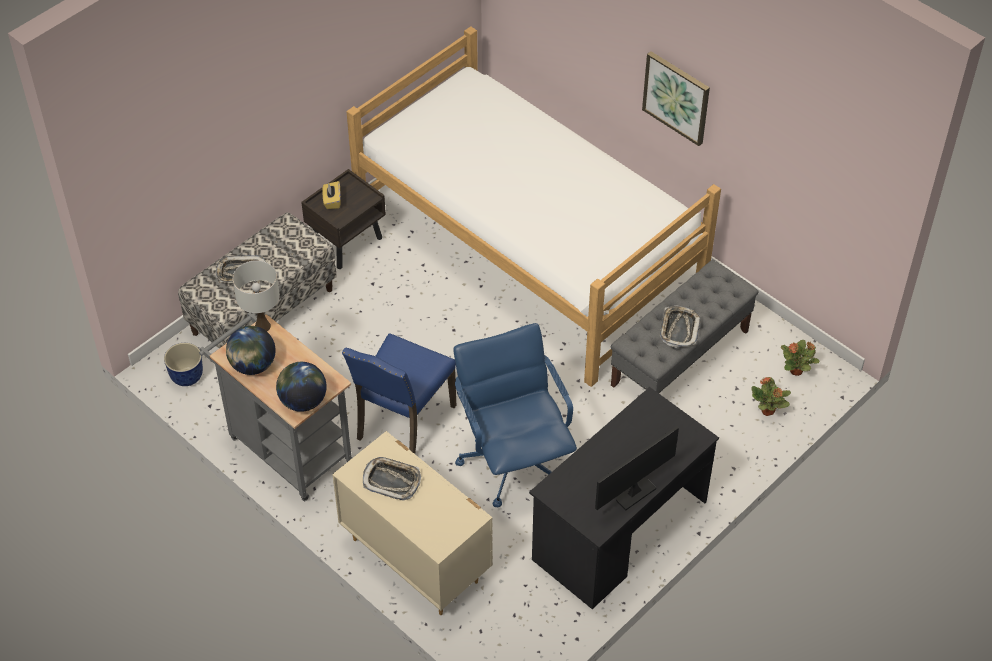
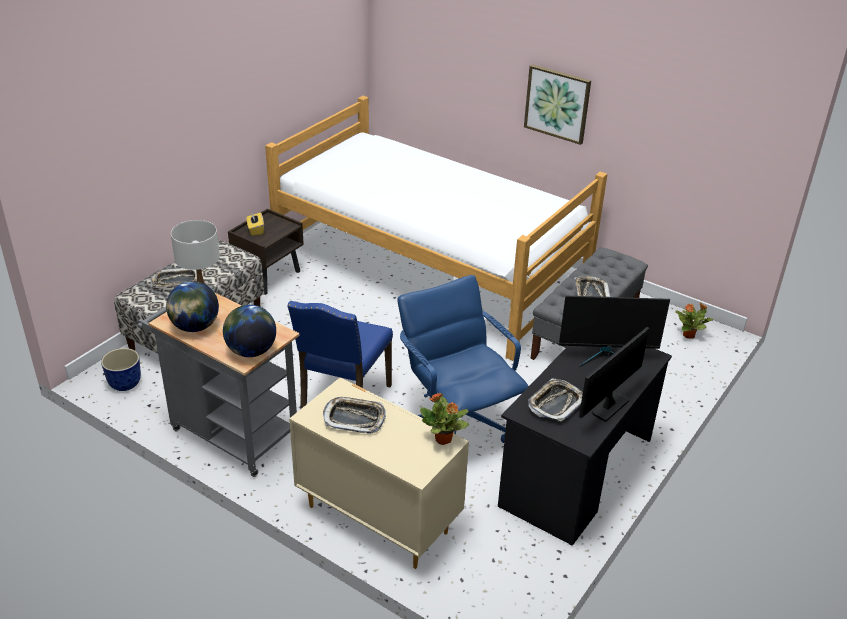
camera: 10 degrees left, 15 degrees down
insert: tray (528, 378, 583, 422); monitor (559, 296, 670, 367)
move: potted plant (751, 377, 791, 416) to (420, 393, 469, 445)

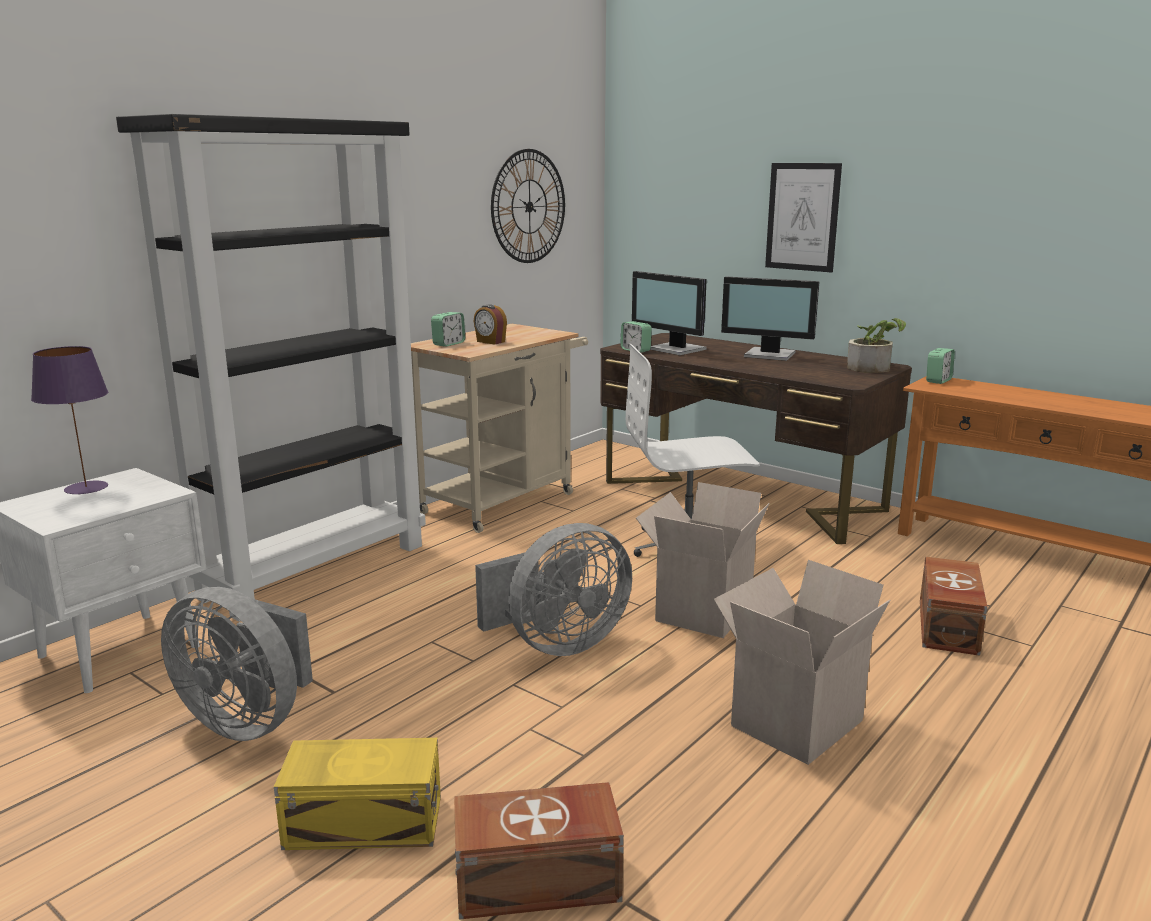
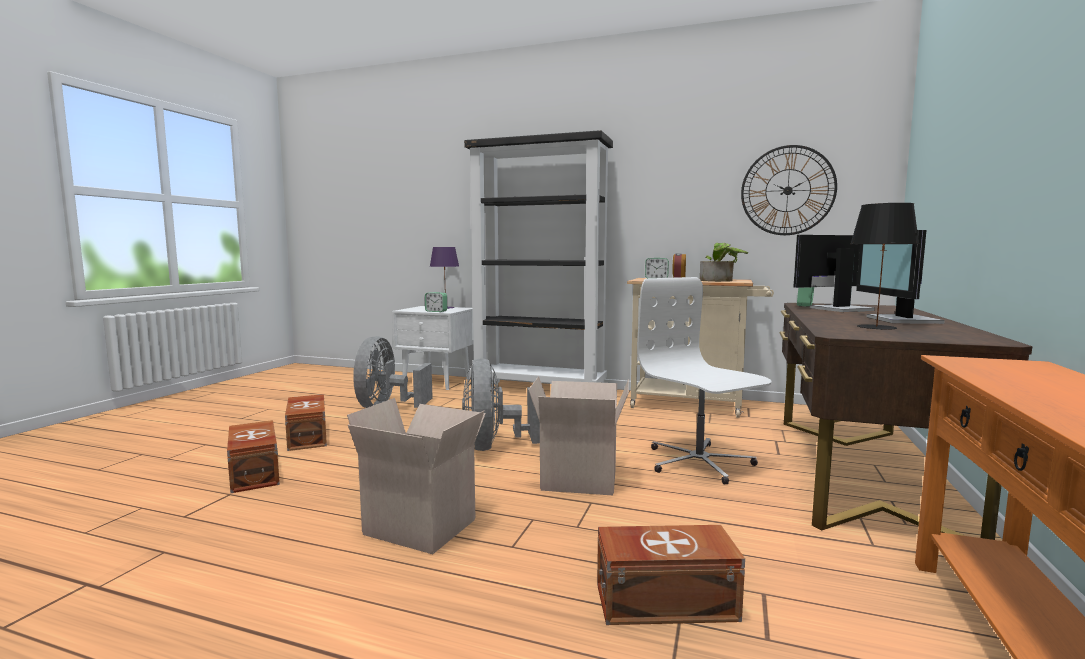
camera: 70 degrees right, 10 degrees down
delete: picture (765, 163, 842, 273)
insert: table lamp (black) (850, 203, 919, 330)
move: potted plant (847, 318, 906, 373) to (700, 243, 748, 282); alarm clock (926, 348, 955, 384) to (425, 292, 447, 312)
recolor: storage box (yellow) (274, 738, 441, 850) to storage box (brown) (285, 394, 327, 451)
rotate: fan (grey) (475, 523, 632, 656) = (462, 358, 540, 451) 45 degrees clockwise; monitor (632, 271, 707, 355) = (793, 235, 875, 312) 45 degrees clockwise

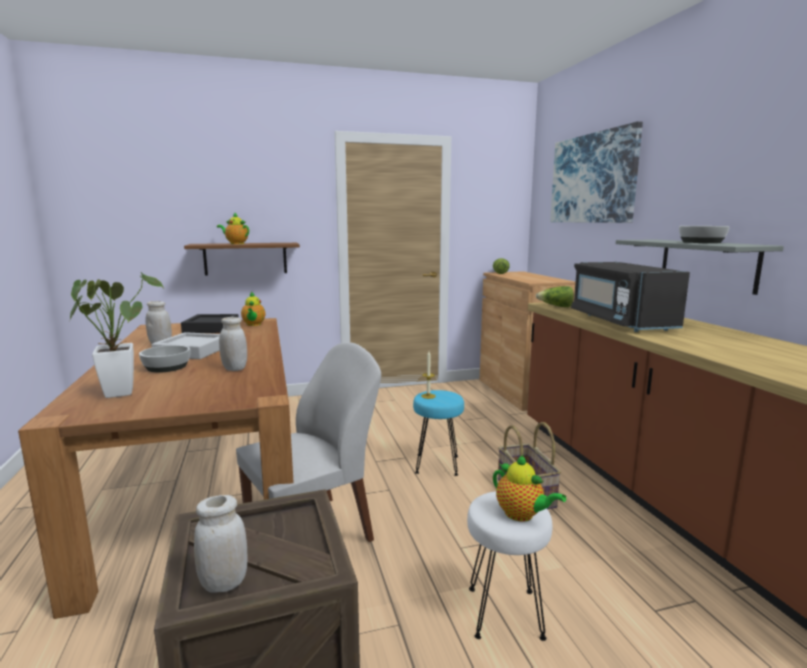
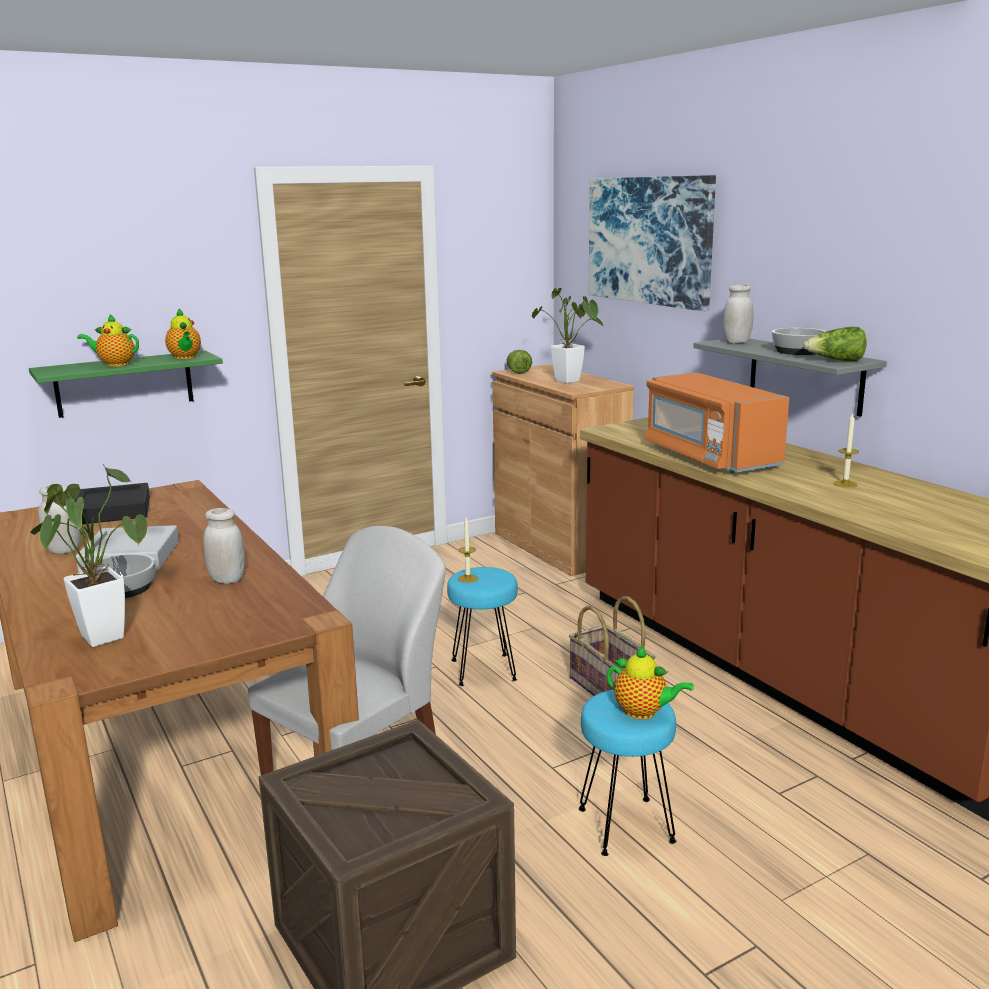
camera: 15 degrees left, 5 degrees up
insert: potted plant (532, 288, 604, 384); candle (834, 413, 859, 488)
move: jar (white) (194, 495, 247, 592) to (723, 284, 753, 343); teapot (241, 291, 265, 326) to (165, 308, 201, 359); lettuce (536, 286, 574, 307) to (803, 327, 867, 361)
recolor: shelf (brown) (184, 243, 300, 275) to shelf (green) (29, 351, 223, 418); stool (white) (467, 491, 552, 641) to stool (turquoise) (579, 690, 676, 856); microwave (black) (571, 262, 690, 332) to microwave (orange) (645, 372, 789, 473)

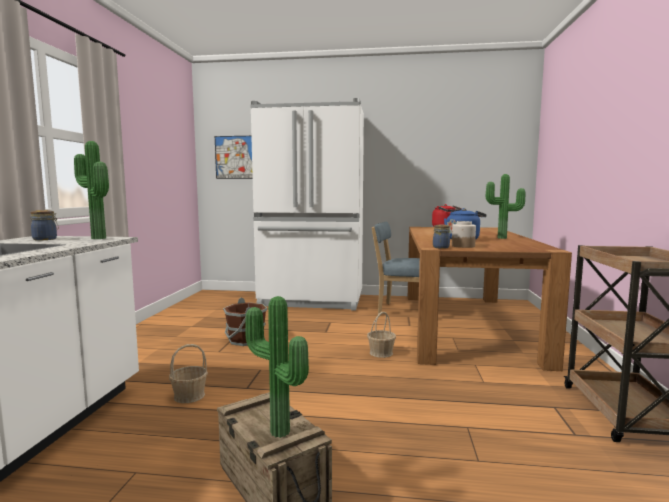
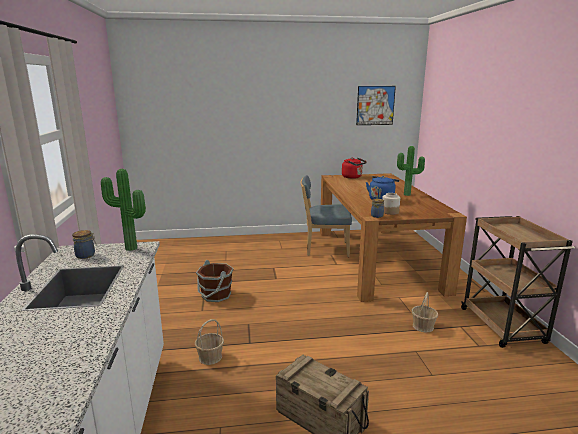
camera: 15 degrees left, 10 degrees up
delete: potted plant (246, 296, 309, 438); fridge (white) (250, 98, 364, 311)
move: picture (215, 136, 253, 179) to (356, 86, 396, 125); basket (367, 312, 396, 358) to (412, 292, 438, 333)

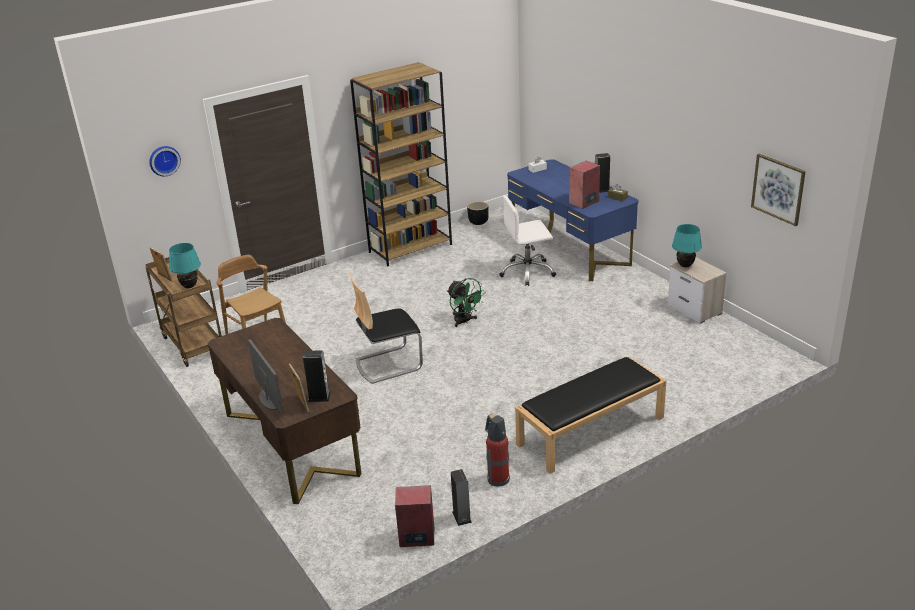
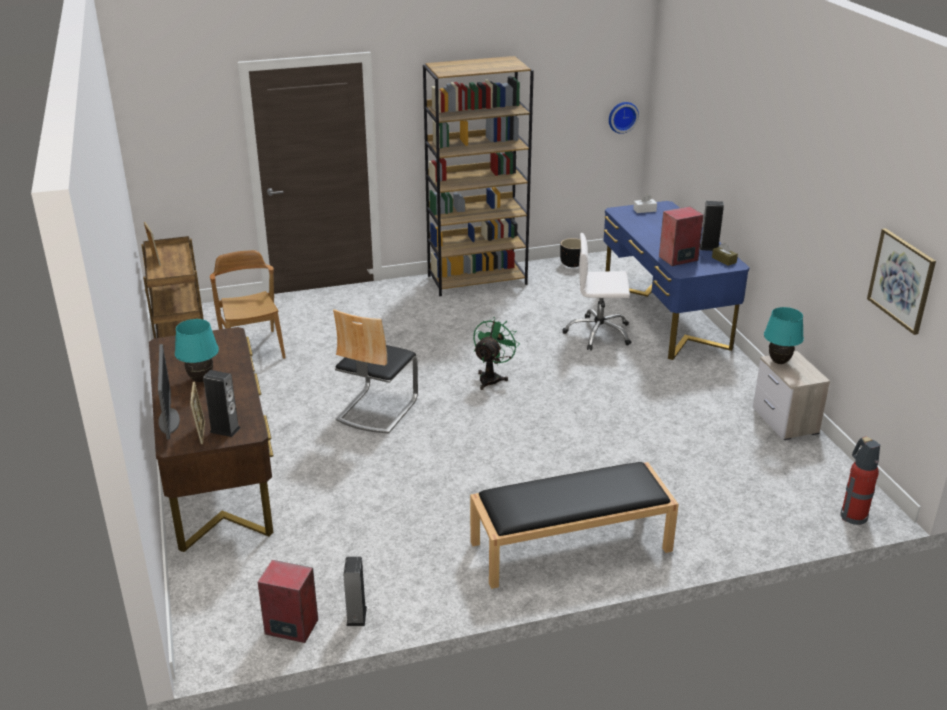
camera: 15 degrees right, 0 degrees up
move: wall clock (149, 146, 181, 176) to (609, 102, 639, 134); table lamp (turquoise) (169, 243, 201, 288) to (175, 319, 219, 382); fire extinguisher (485, 414, 510, 487) to (840, 436, 880, 525)
rotate: chair (349, 273, 423, 384) = (333, 309, 418, 433) 60 degrees counterclockwise; fan (green) (447, 278, 485, 327) = (473, 317, 520, 390) 135 degrees counterclockwise

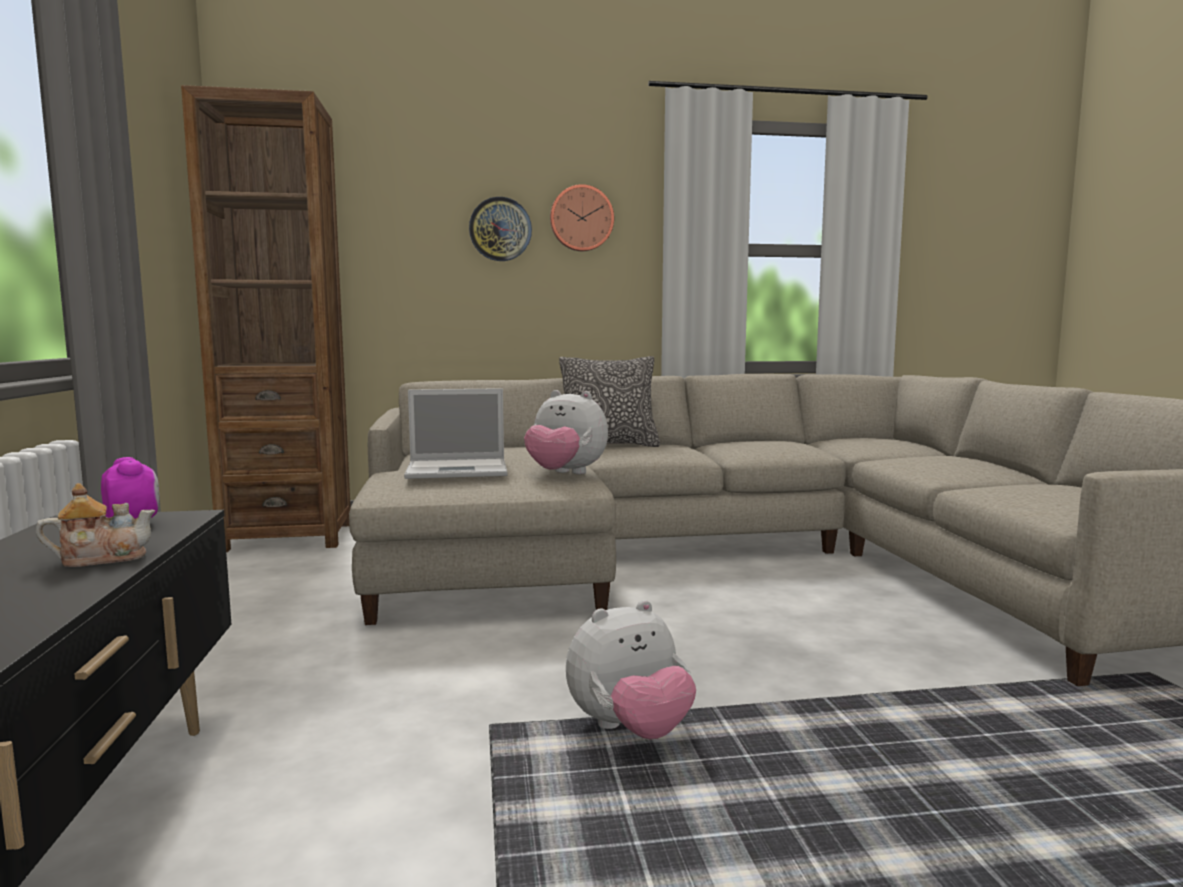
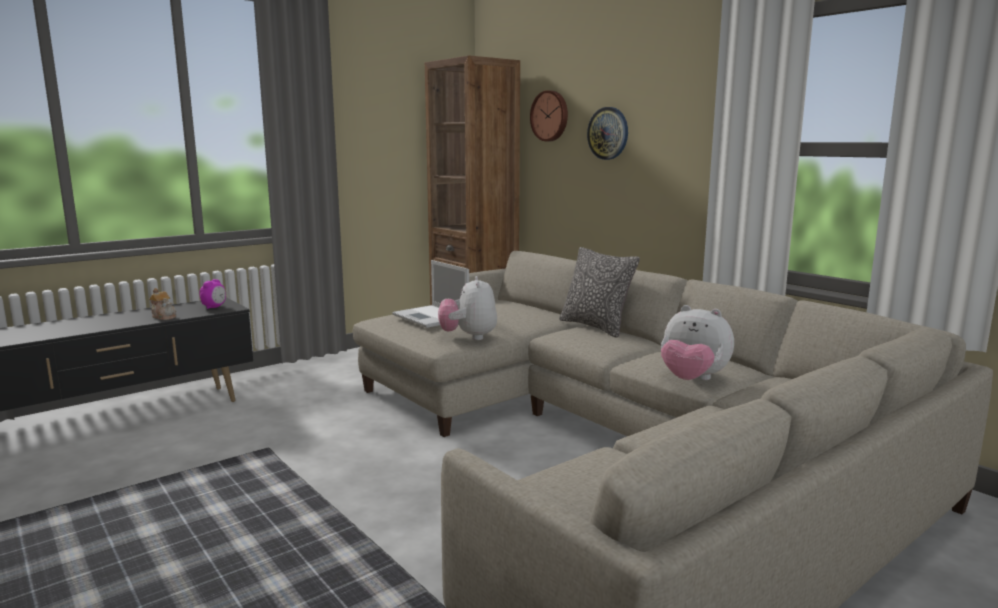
camera: 60 degrees right, 5 degrees up
move: wall clock (550, 184, 614, 251) to (530, 90, 568, 141); plush toy (566, 600, 696, 740) to (661, 305, 734, 380)

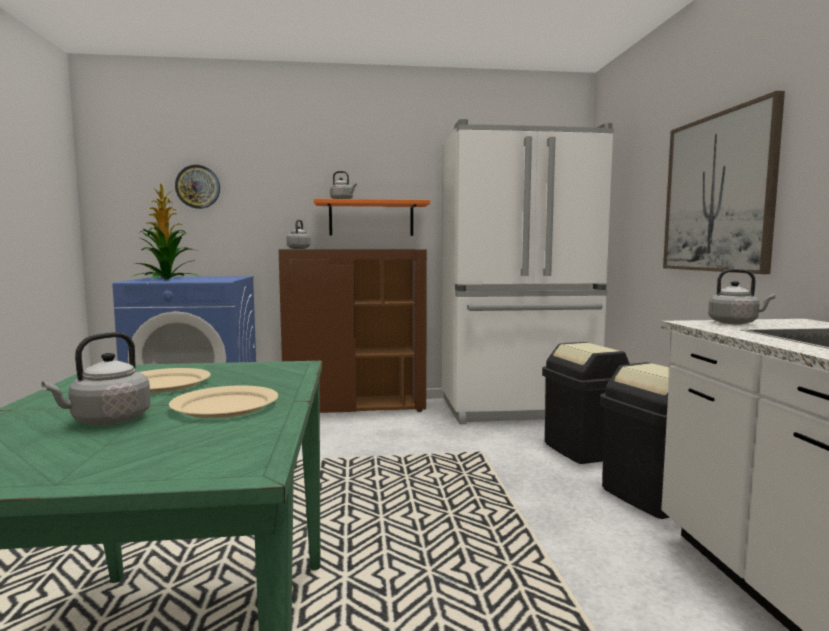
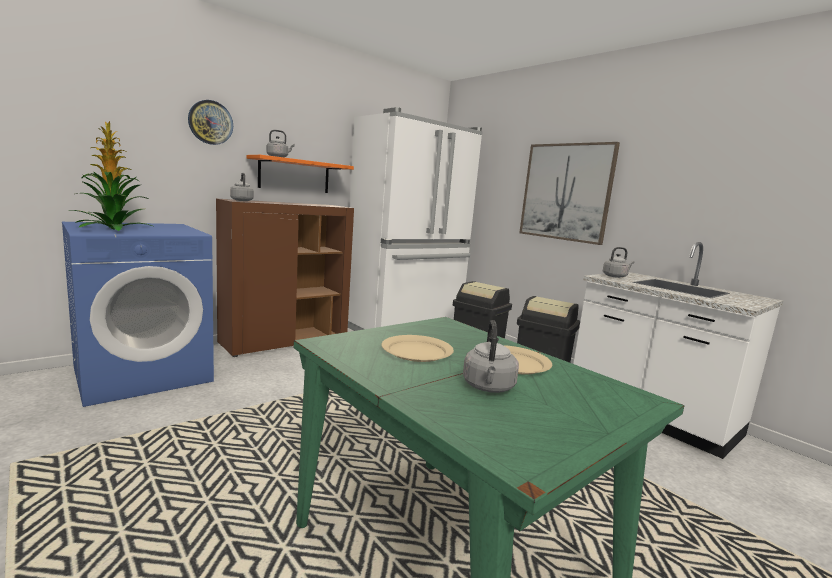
camera: 35 degrees left, 5 degrees up
move: wall clock (175, 165, 220, 209) to (188, 100, 233, 145)

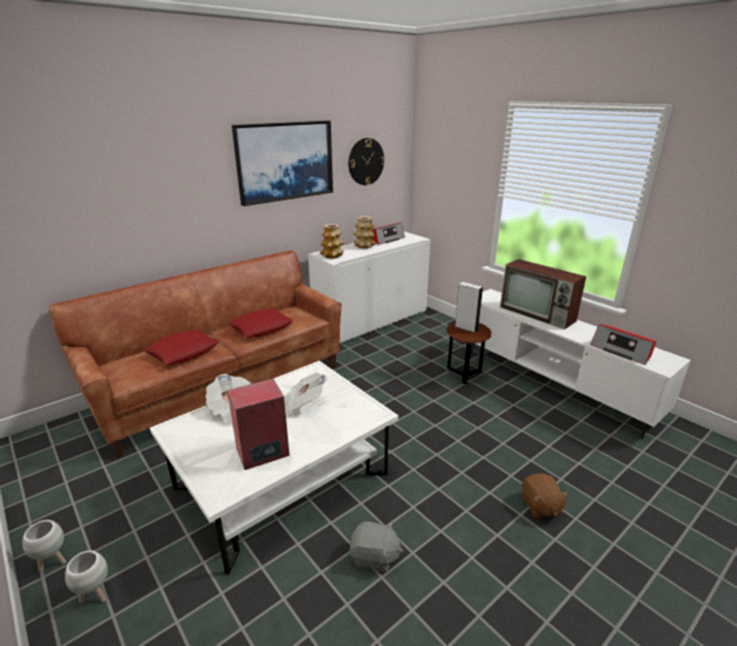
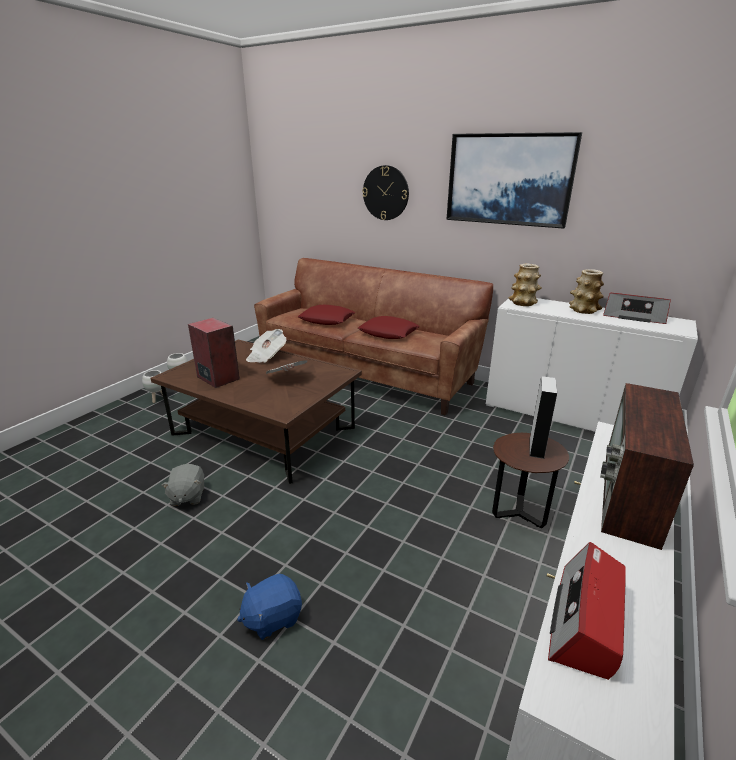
camera: 70 degrees right, 0 degrees up
move: wall clock (348, 138, 385, 185) to (362, 165, 409, 220)
recolor: coffee table (white) (150, 361, 398, 574) to coffee table (brown) (150, 340, 362, 484); plush toy (brown) (522, 473, 569, 518) to plush toy (blue) (237, 574, 302, 640)

